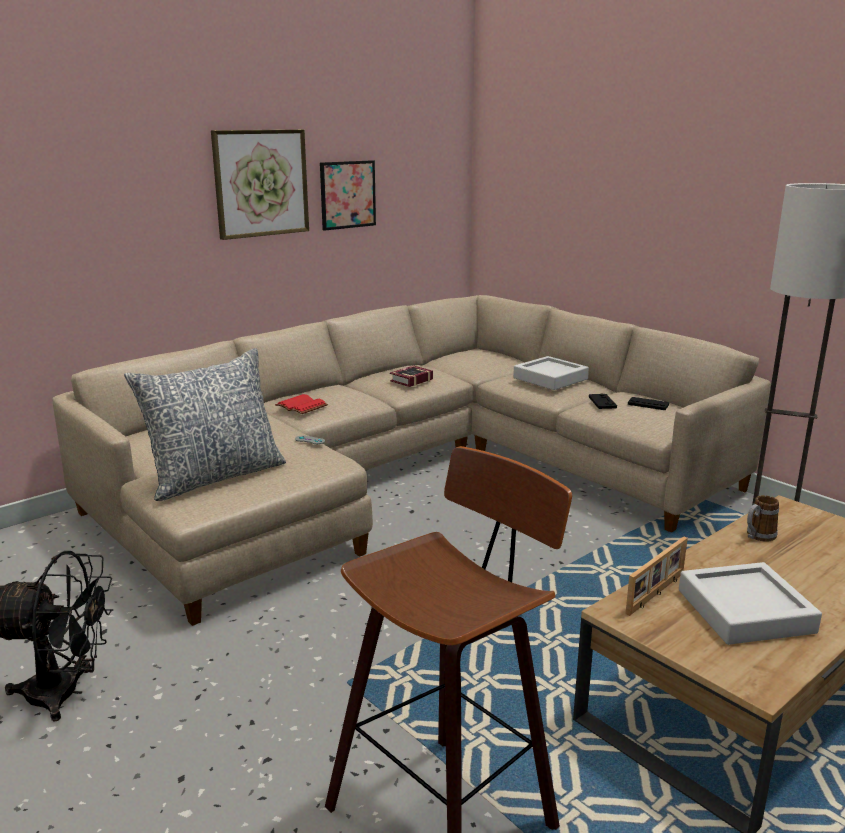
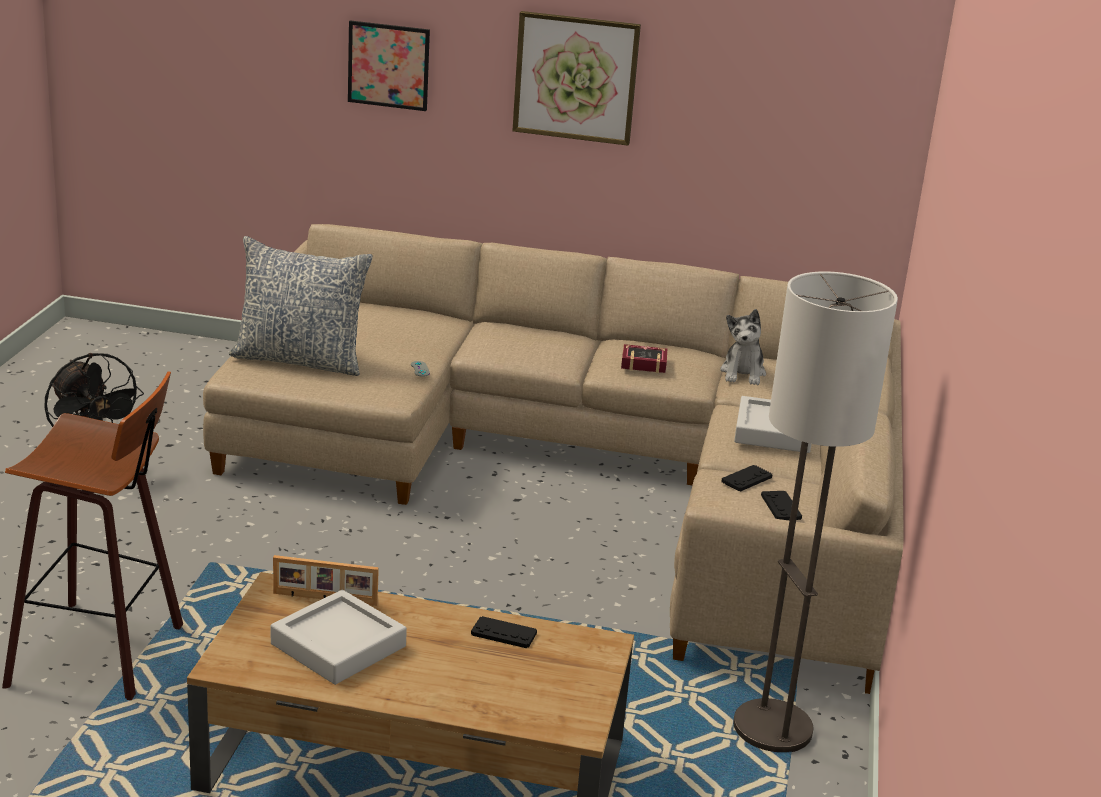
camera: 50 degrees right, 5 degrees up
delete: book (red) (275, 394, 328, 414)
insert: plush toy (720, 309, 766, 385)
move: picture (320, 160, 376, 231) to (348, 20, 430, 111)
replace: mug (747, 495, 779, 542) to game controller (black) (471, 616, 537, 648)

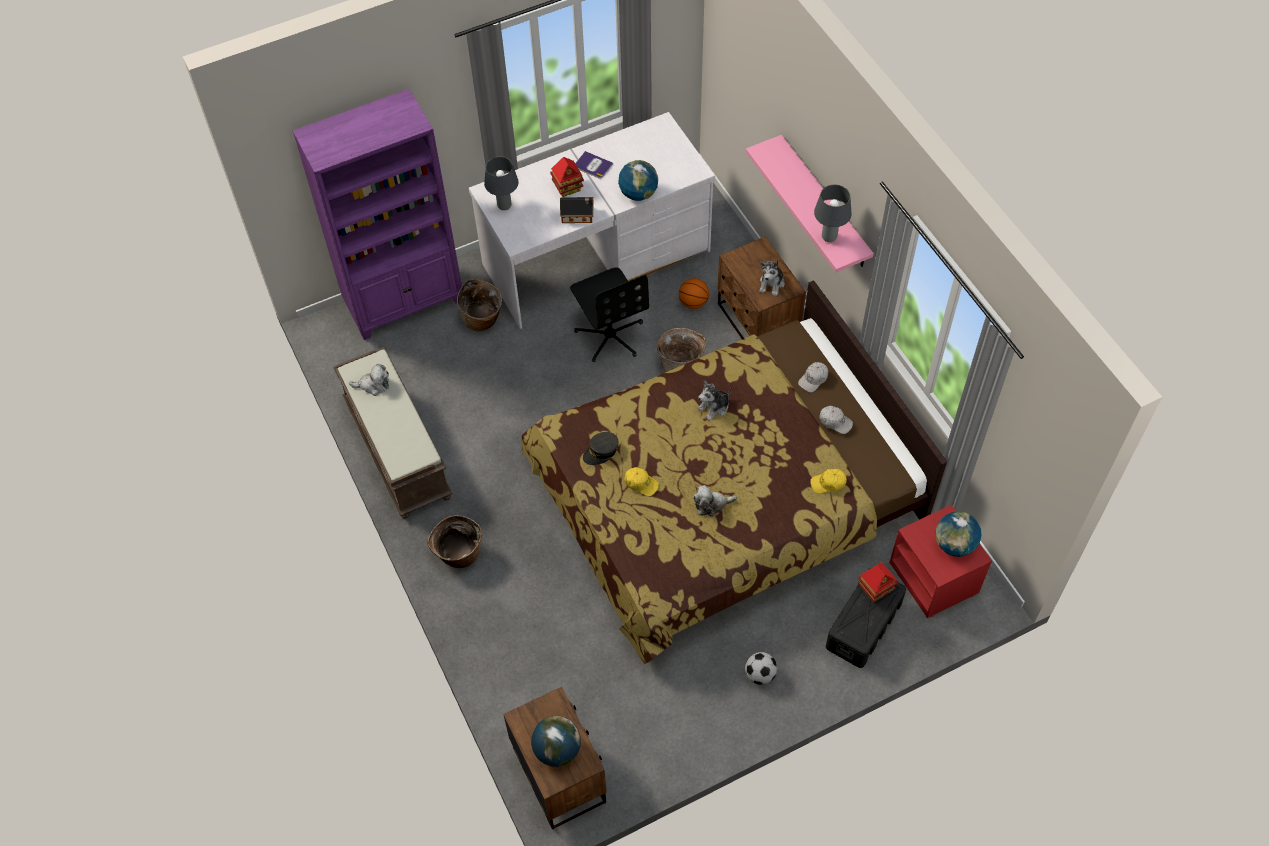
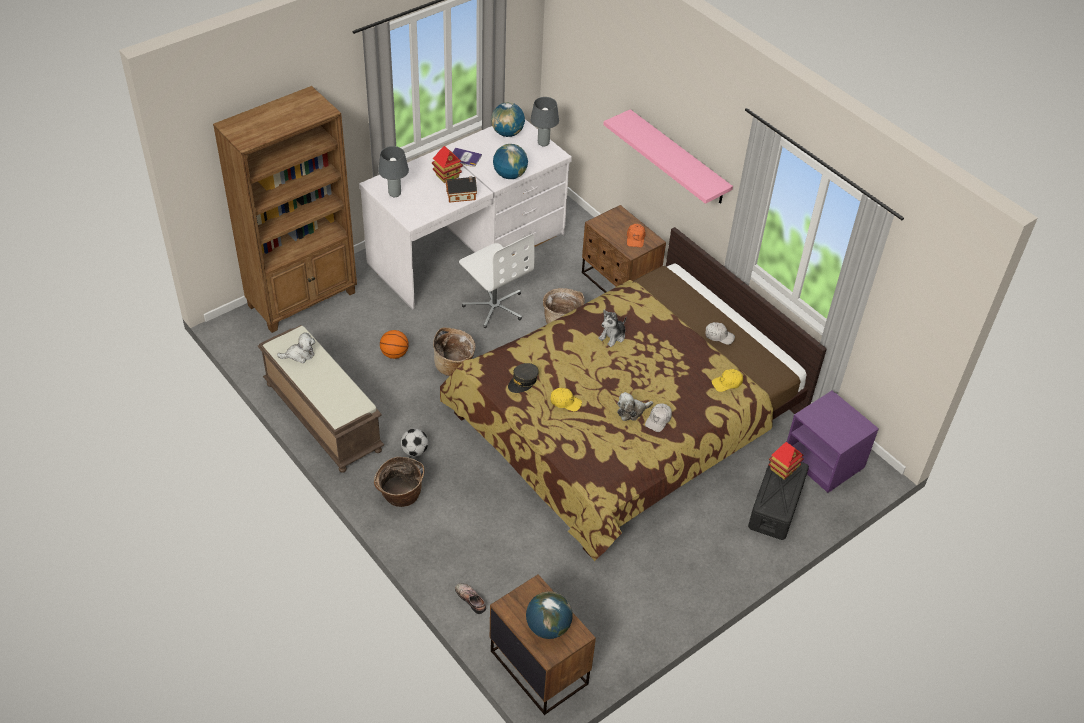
camera: 15 degrees left, 10 degrees down
insert: shoe (455, 583, 486, 614)
move: basket (457, 279, 502, 331) to (433, 328, 475, 376); basketball (679, 278, 709, 309) to (380, 330, 409, 359); football (745, 652, 777, 685) to (401, 429, 428, 457); cap (white) (798, 362, 828, 392) to (645, 404, 672, 432); table lamp (grey) (814, 184, 852, 242) to (530, 97, 559, 146); globe (935, 511, 981, 557) to (491, 102, 525, 137)
replace: plush toy (759, 259, 784, 296) to cap (orange) (627, 224, 646, 248)
recolor: bookcase (purple) (293, 89, 462, 340) to bookcase (brown) (213, 86, 357, 333); office chair (black) (570, 268, 649, 362) to office chair (white) (459, 234, 534, 328); nightstand (red) (889, 505, 992, 618) to nightstand (purple) (787, 390, 879, 493)

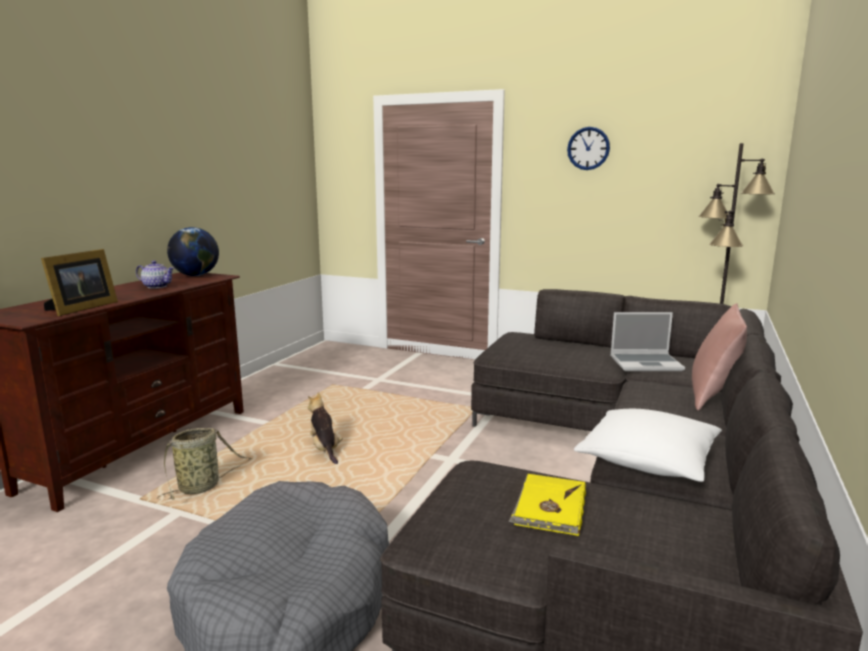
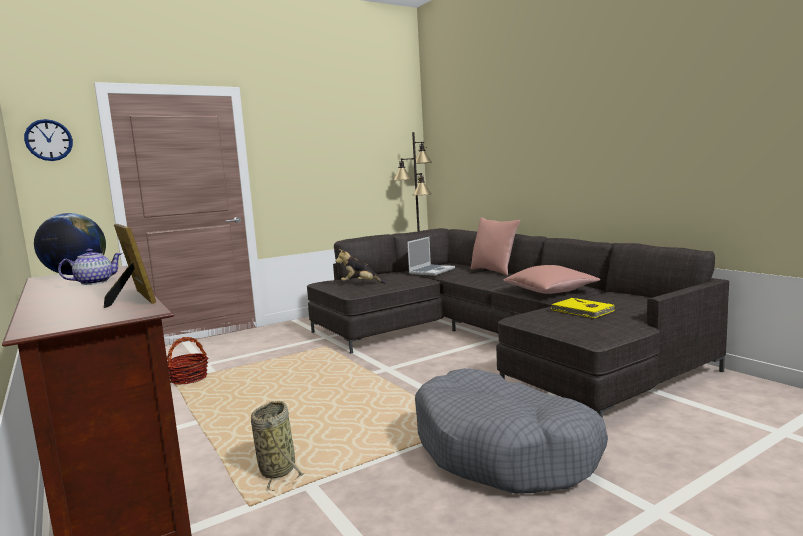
camera: 55 degrees left, 5 degrees down
insert: basket (167, 337, 208, 384)
move: plush toy (308, 393, 343, 464) to (335, 249, 386, 283); wall clock (567, 127, 610, 170) to (24, 119, 73, 161)
recolor: pillow (white) (574, 409, 722, 482) to pillow (pink) (503, 265, 600, 294)

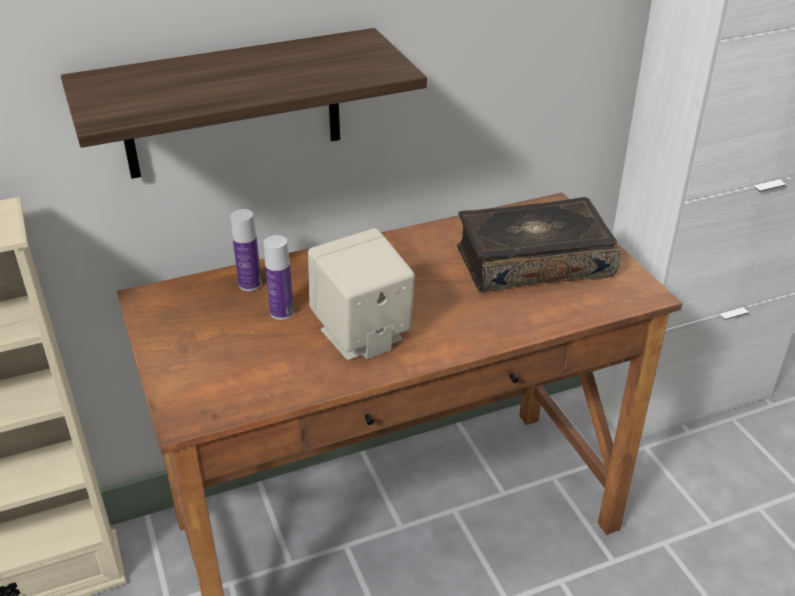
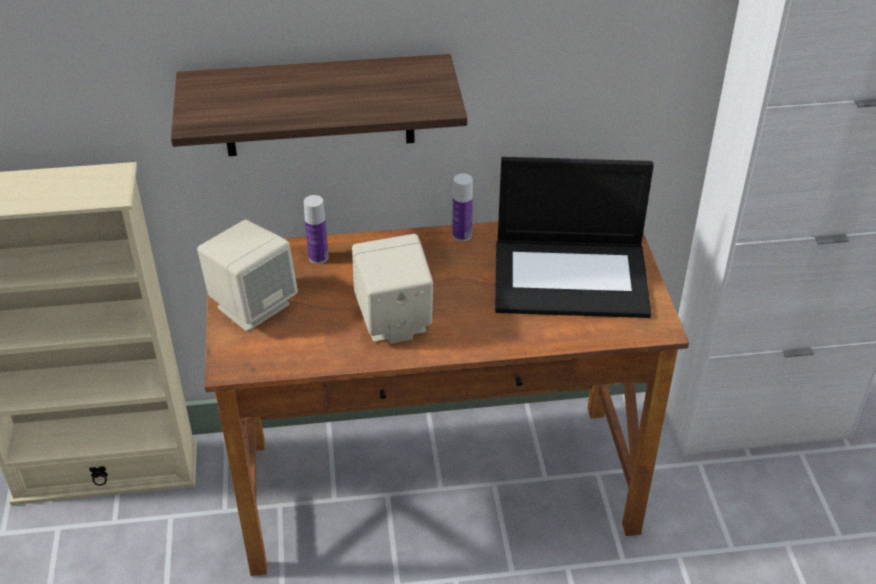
camera: 15 degrees right, 5 degrees up
insert: speaker (beige) (197, 220, 298, 331)
move: bottle (263, 235, 294, 320) to (453, 173, 473, 241)
replace: book (457, 197, 621, 292) to laptop (495, 157, 654, 318)

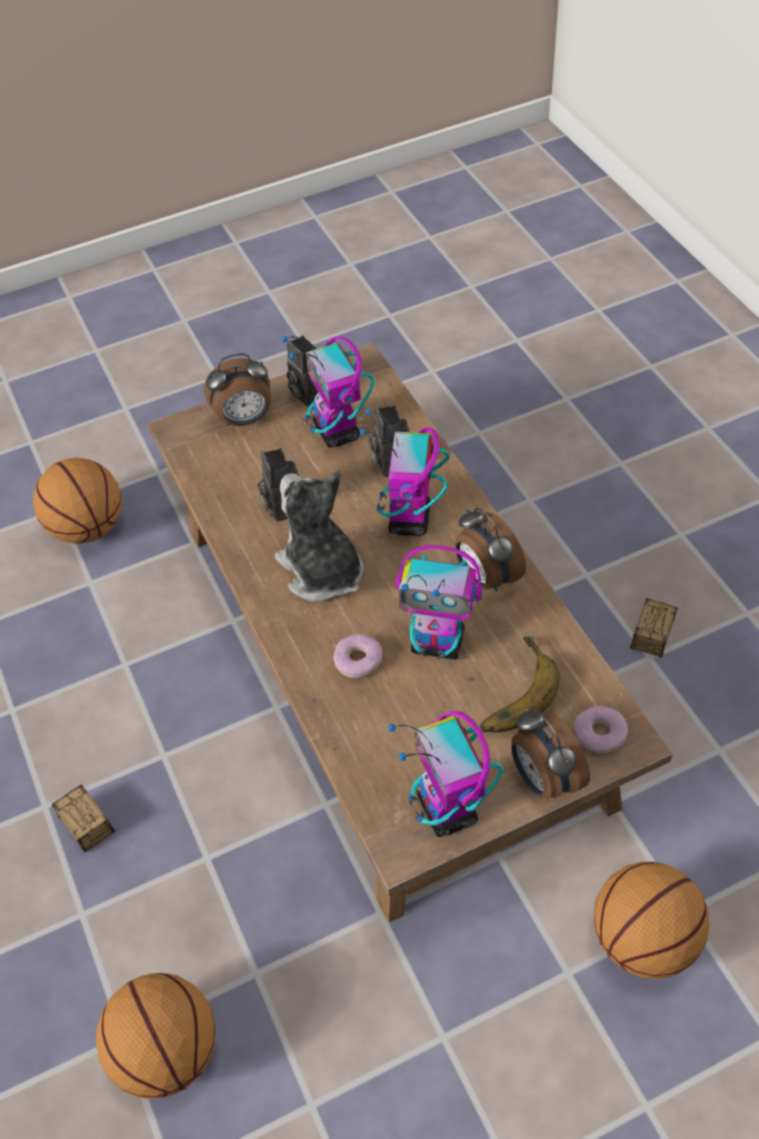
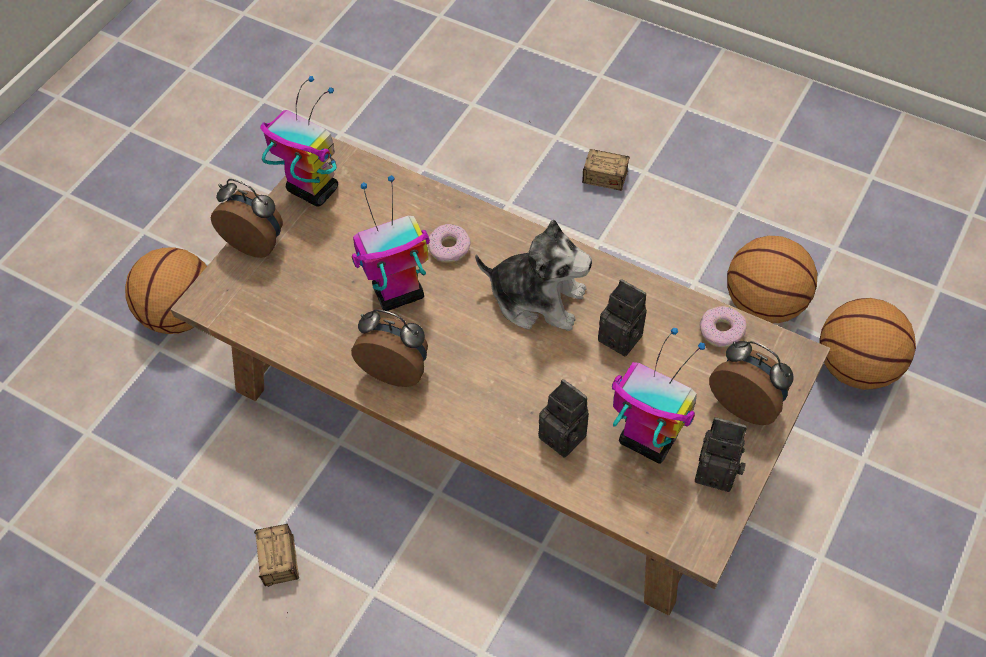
camera: 145 degrees right, 5 degrees up
delete: toy robot (360, 409, 449, 536); banana (480, 636, 560, 733)
move: basketball (96, 973, 216, 1099) to (727, 236, 817, 323); donut (574, 706, 628, 753) to (700, 306, 746, 348)
rotate: alarm clock (204, 353, 271, 426) = (709, 341, 794, 425) 90 degrees clockwise

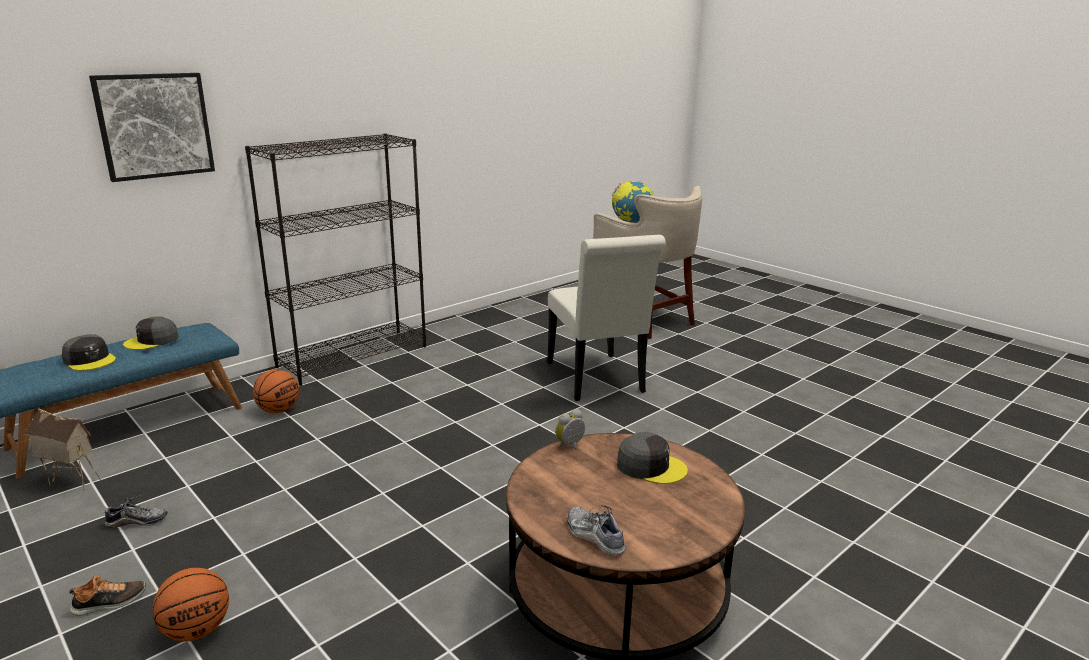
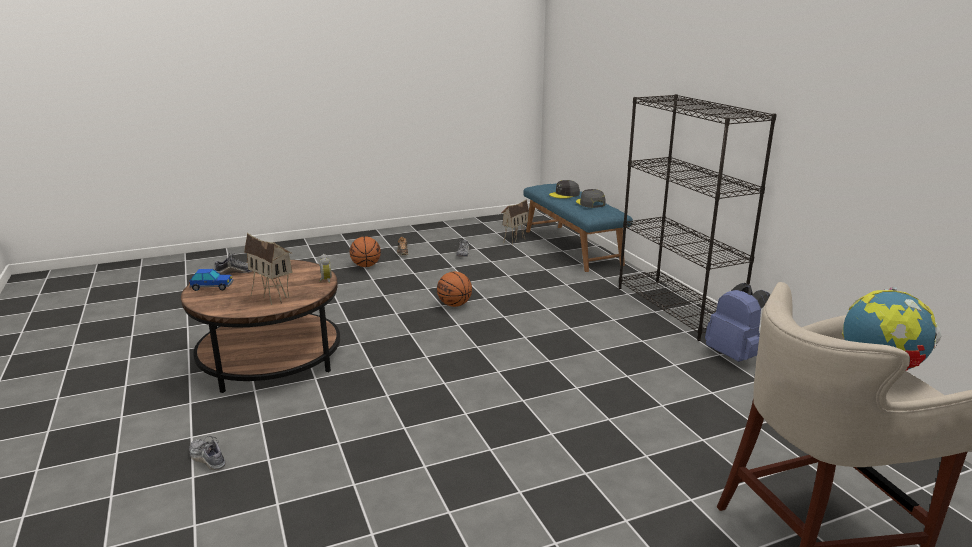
camera: 110 degrees right, 0 degrees up
delete: picture (89, 73, 215, 182); chair (white) (547, 235, 666, 401)
insert: toy car (189, 269, 233, 291); shoe (189, 436, 226, 470); backpack (blue) (705, 283, 770, 362)
move: basketball (253, 370, 299, 413) to (437, 271, 472, 307)
replace: cap (grey) (617, 432, 688, 484) to toy house (244, 233, 293, 305)

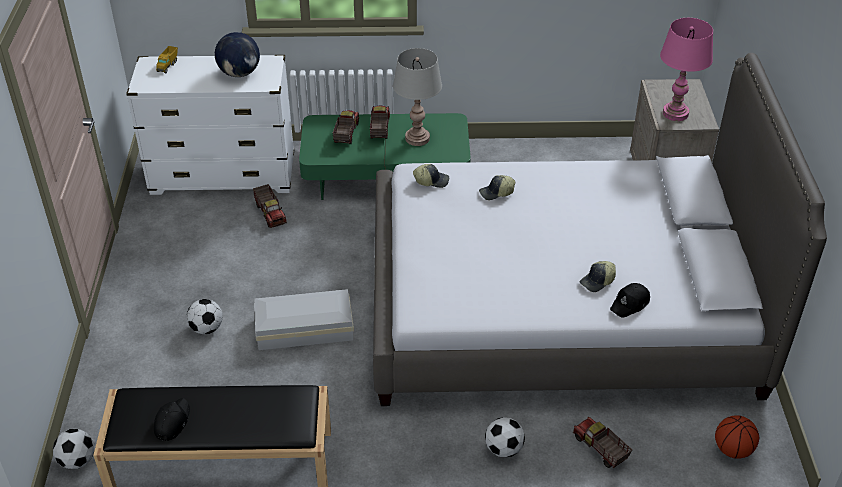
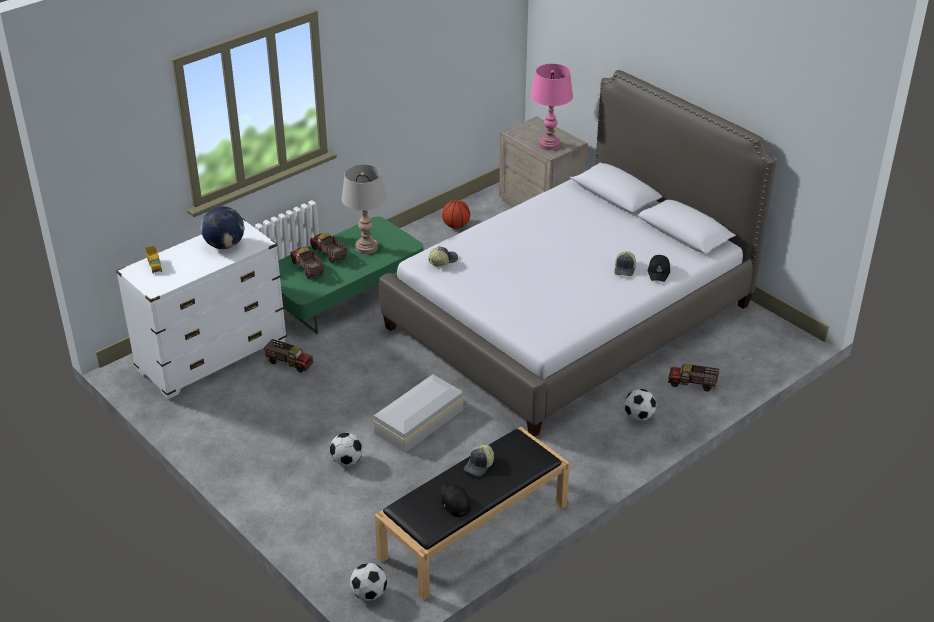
camera: 40 degrees left, 5 degrees down
move: cap (479, 175, 515, 200) to (464, 445, 494, 476); basketball (715, 415, 759, 459) to (442, 200, 470, 229)

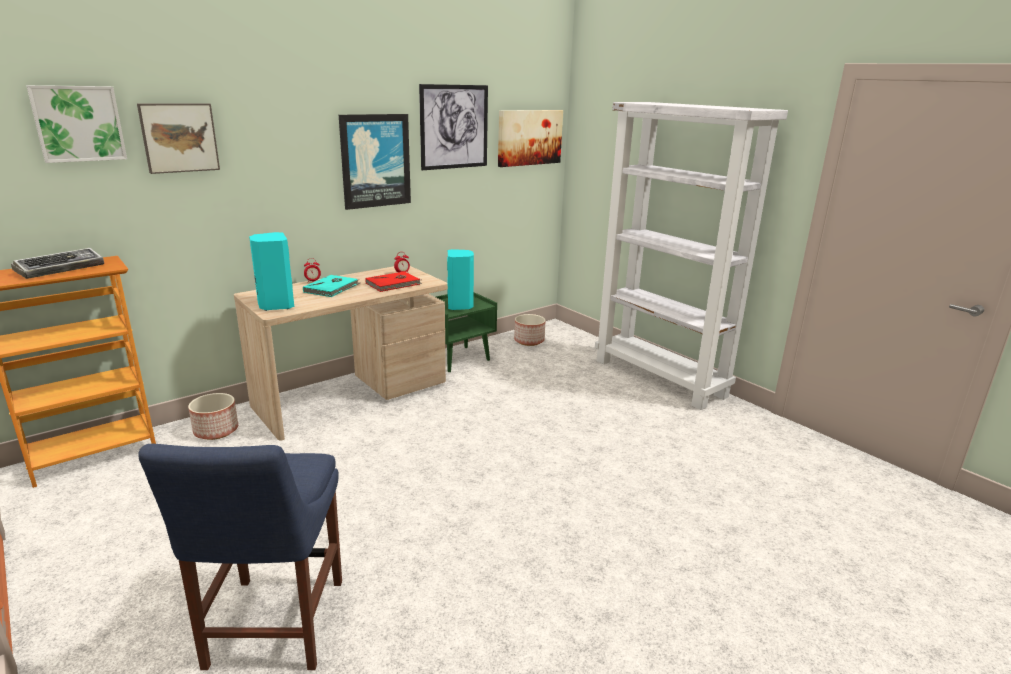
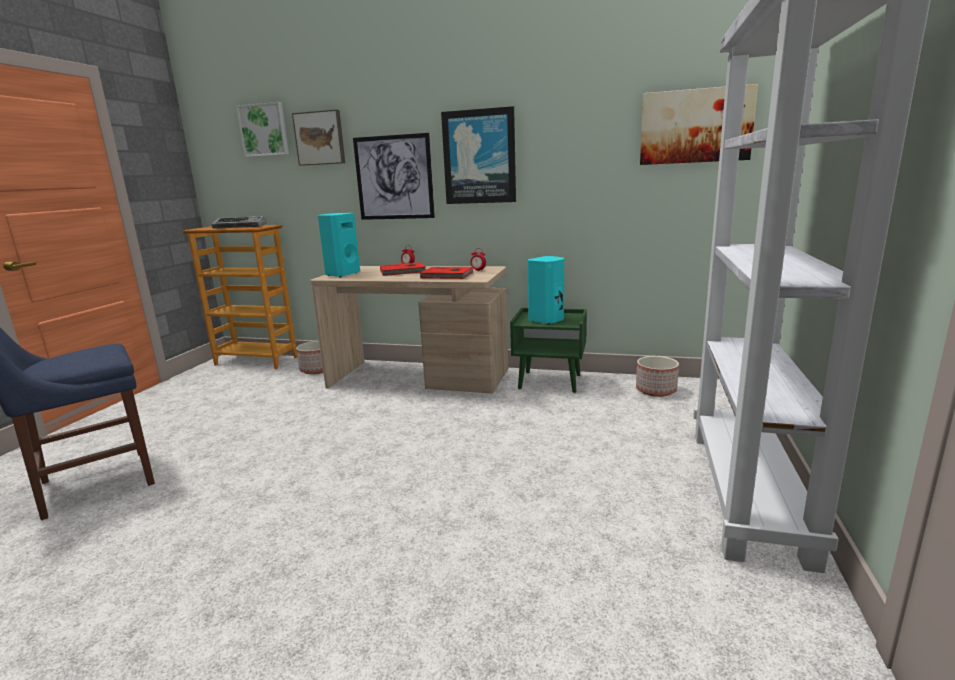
camera: 55 degrees right, 5 degrees down
move: picture (419, 84, 488, 170) to (353, 133, 435, 220)
recolor: book (turquoise) (303, 275, 360, 297) to book (red) (380, 262, 427, 276)

